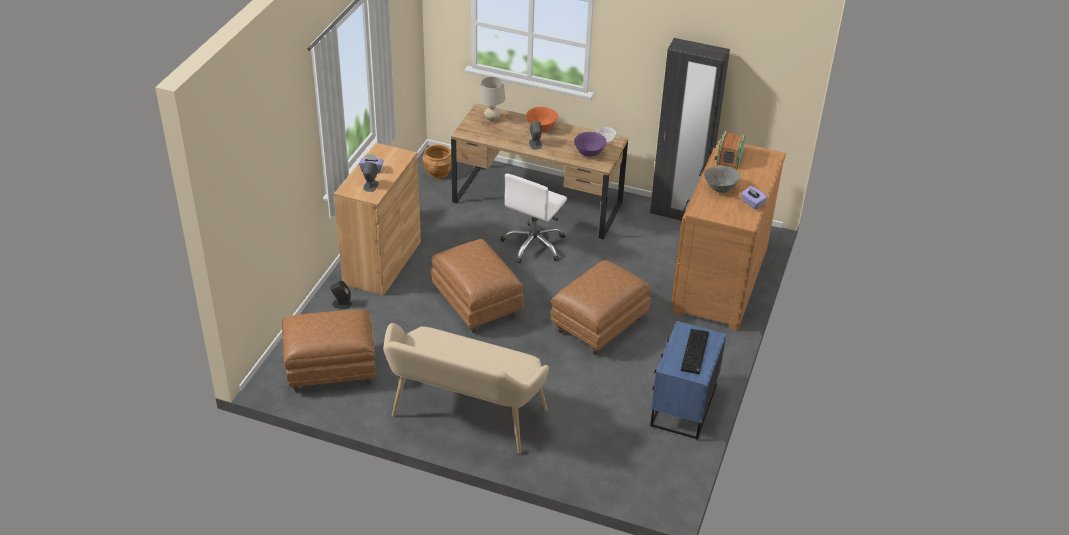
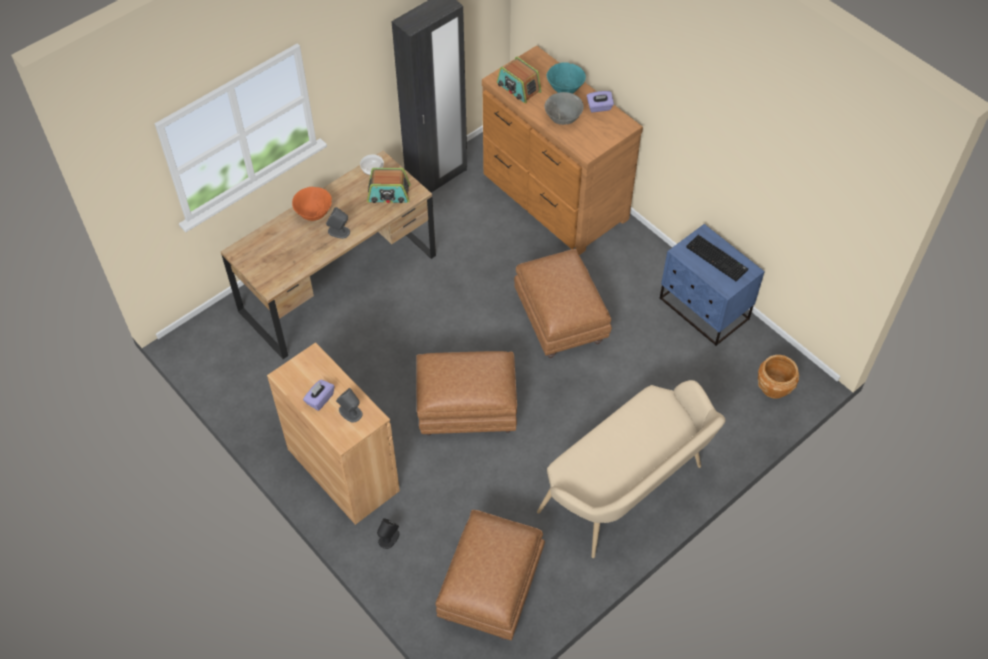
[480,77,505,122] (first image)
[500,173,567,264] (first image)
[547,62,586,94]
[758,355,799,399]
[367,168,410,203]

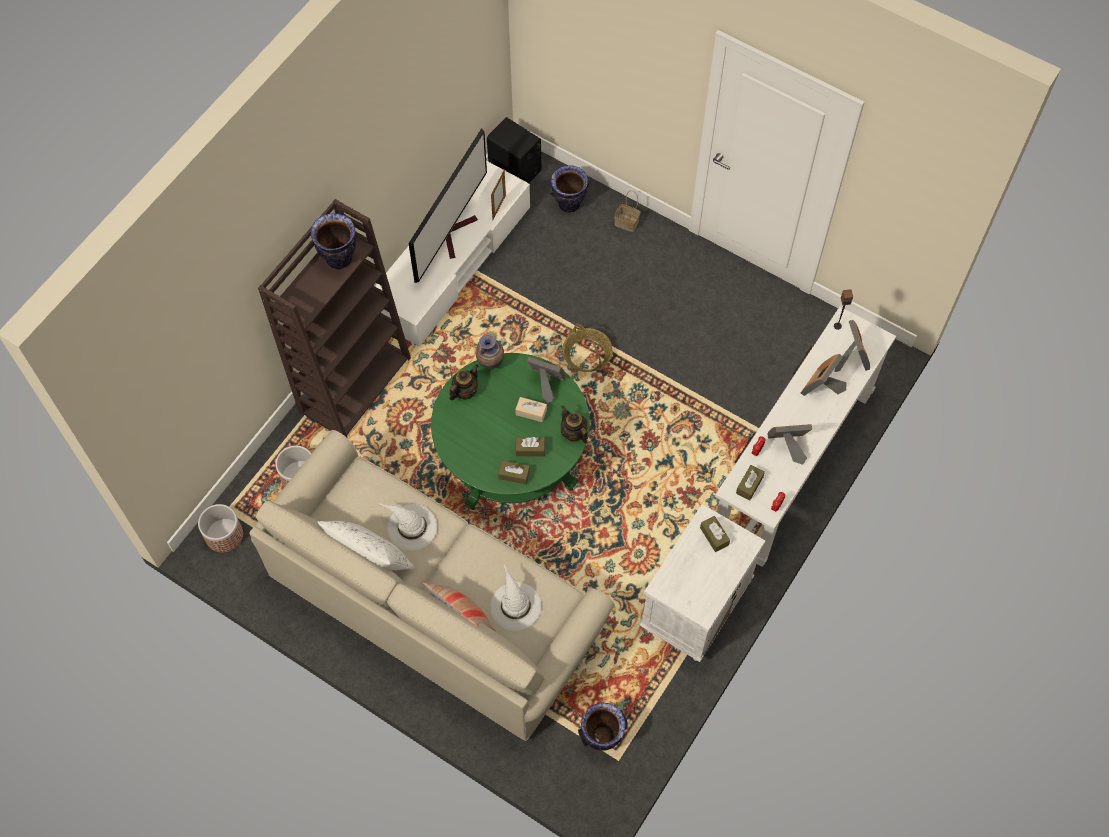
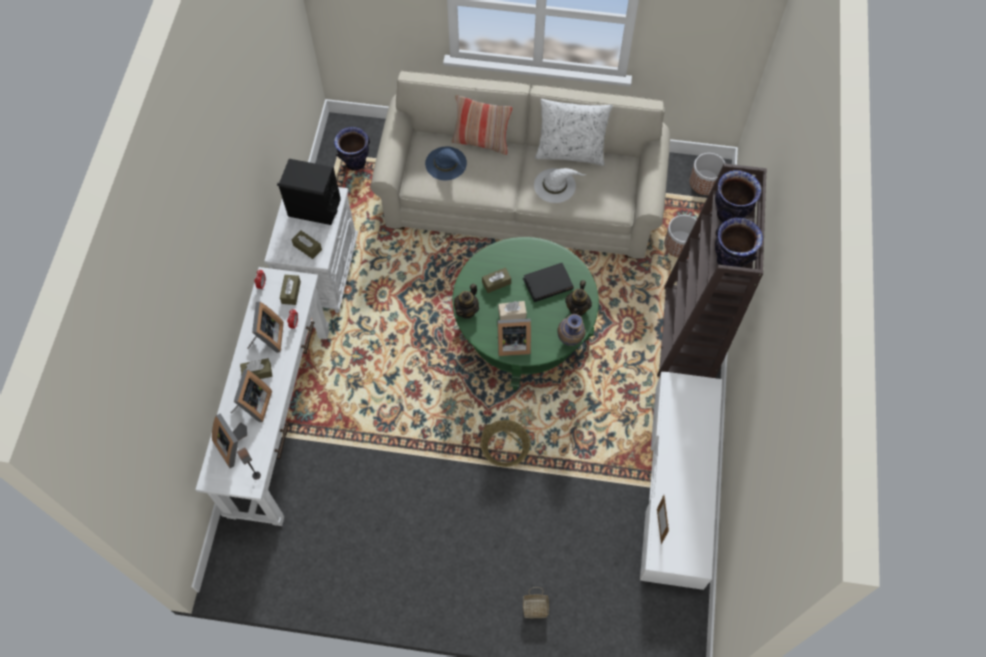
[408,128,487,283] (first image)
[523,263,574,302]
[277,159,341,225]
[240,358,272,379]
[715,170,761,223]
[425,146,467,181]
[454,283,479,319]
[247,302,284,353]

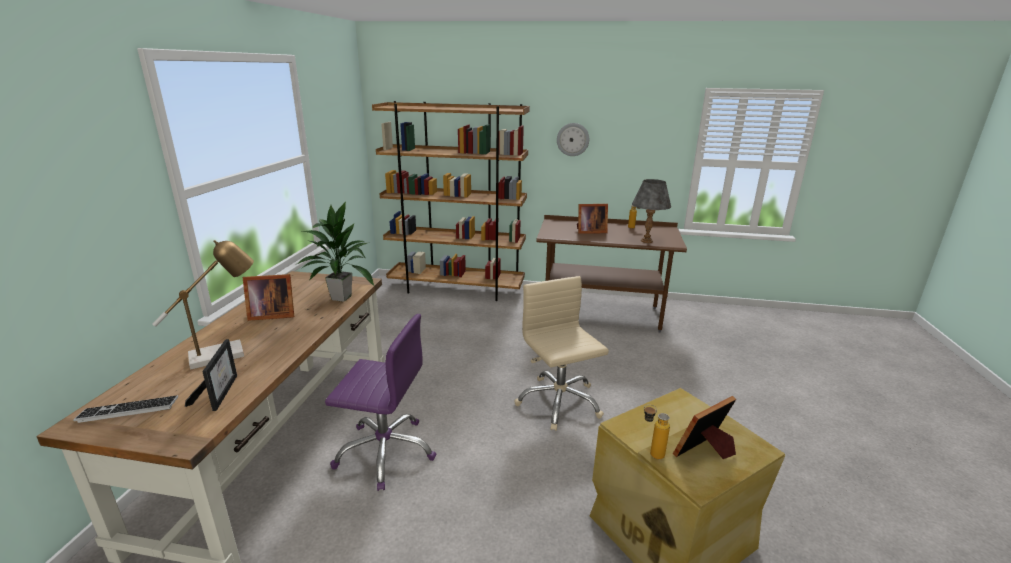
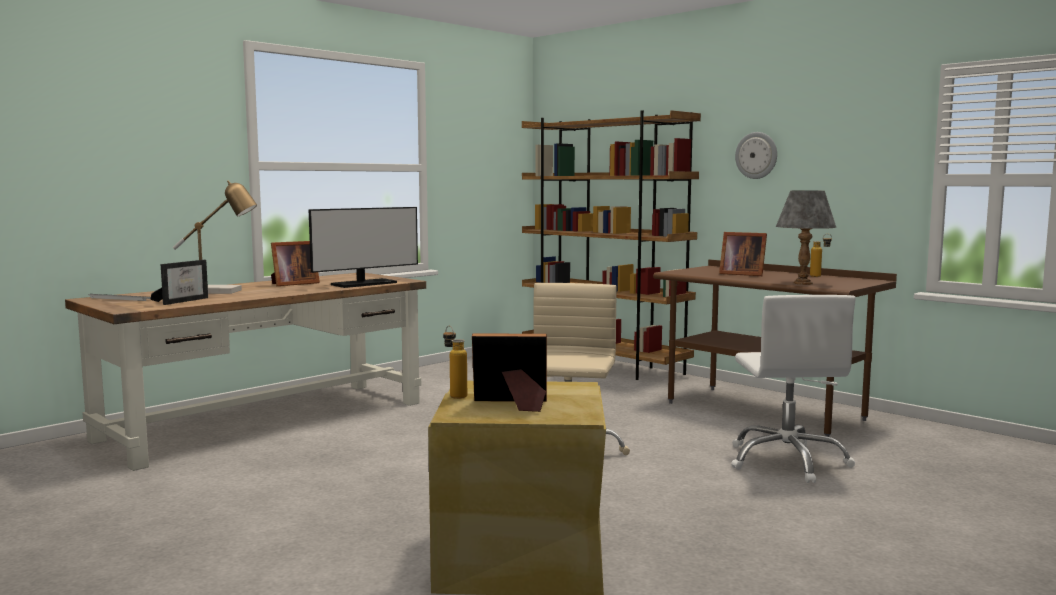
[325,314,436,491] (first image)
[731,295,856,483]
[308,207,418,288]
[271,241,320,286]

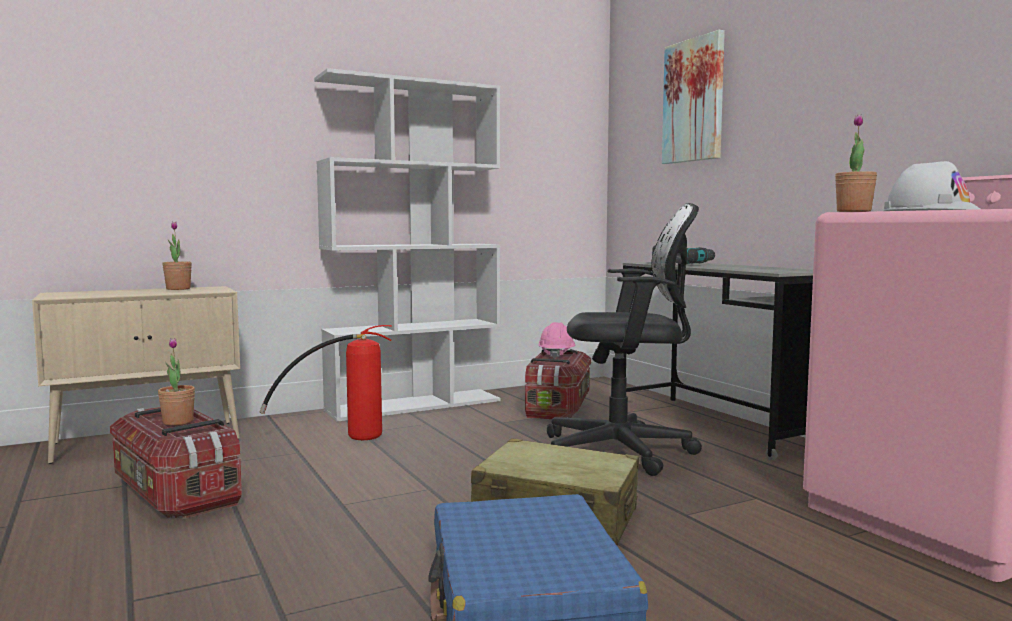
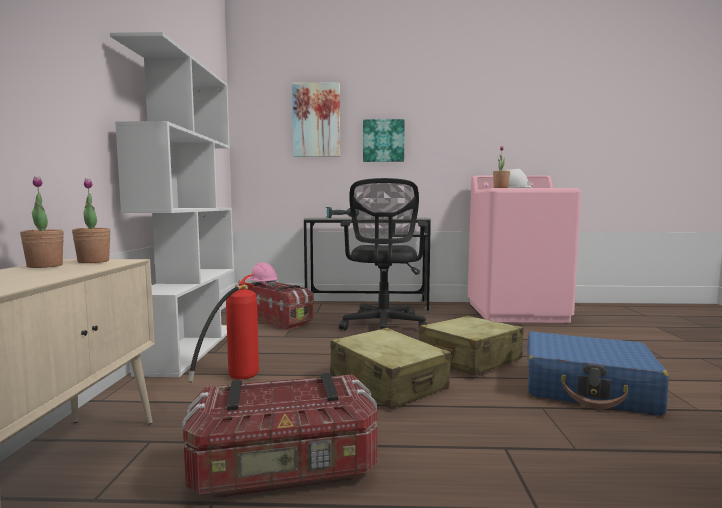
[330,328,451,409]
[363,119,405,162]
[72,178,110,263]
[339,178,428,330]

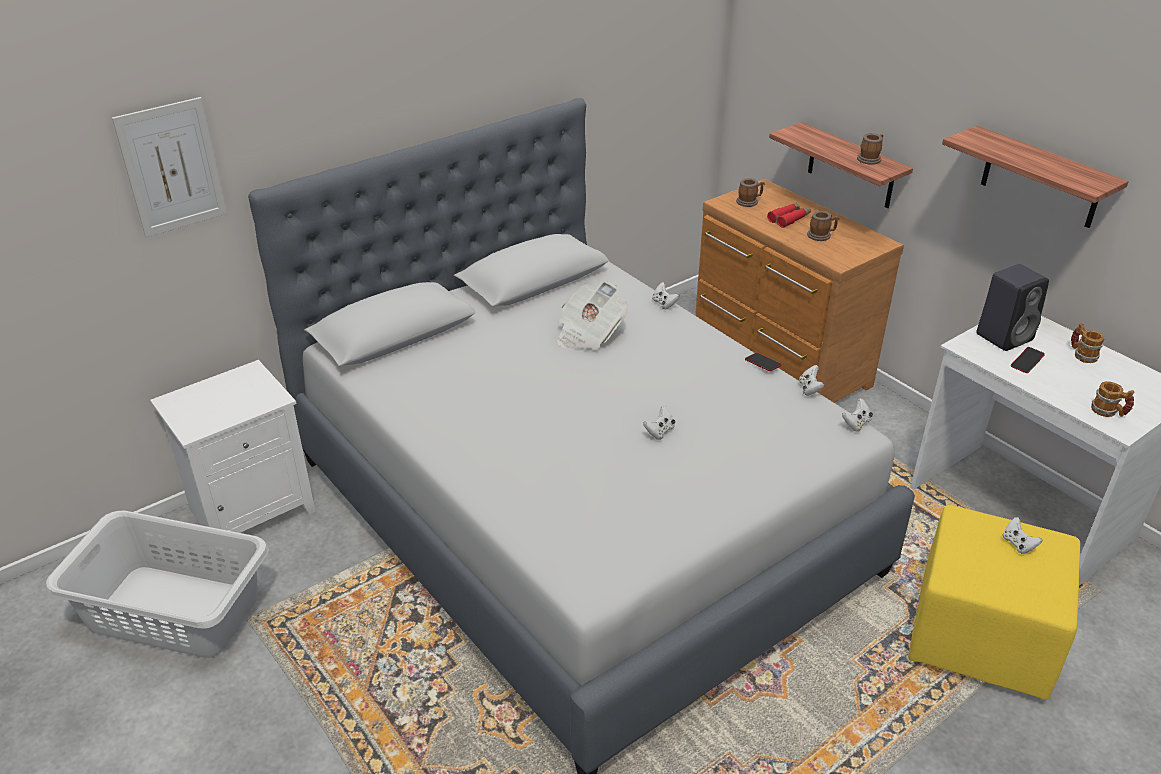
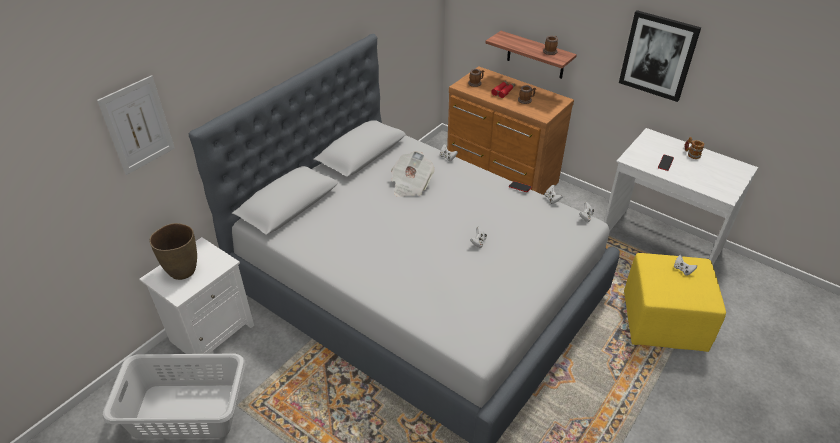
[976,264,1049,351] (first image)
[1091,381,1135,417] (first image)
[149,223,197,280]
[619,10,701,102]

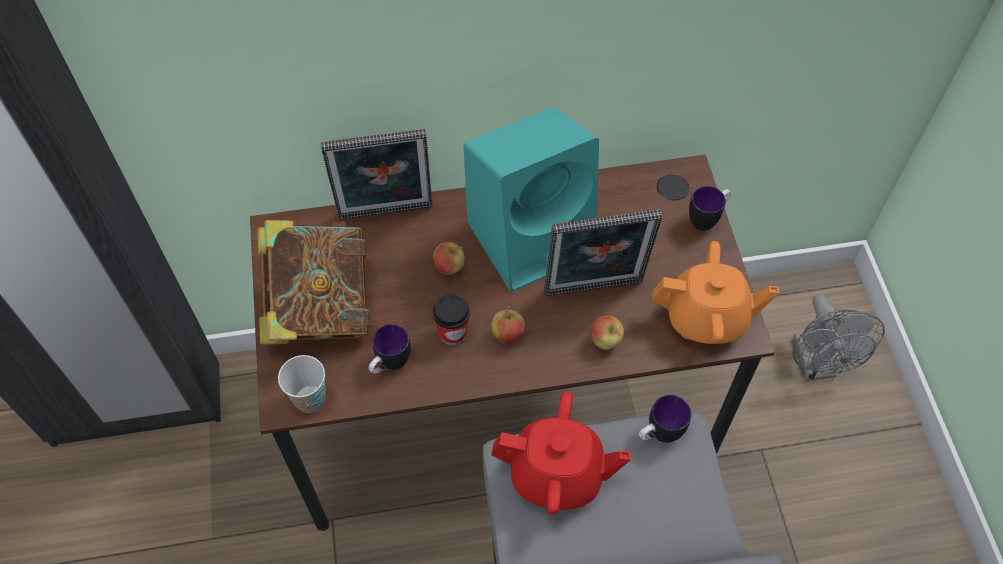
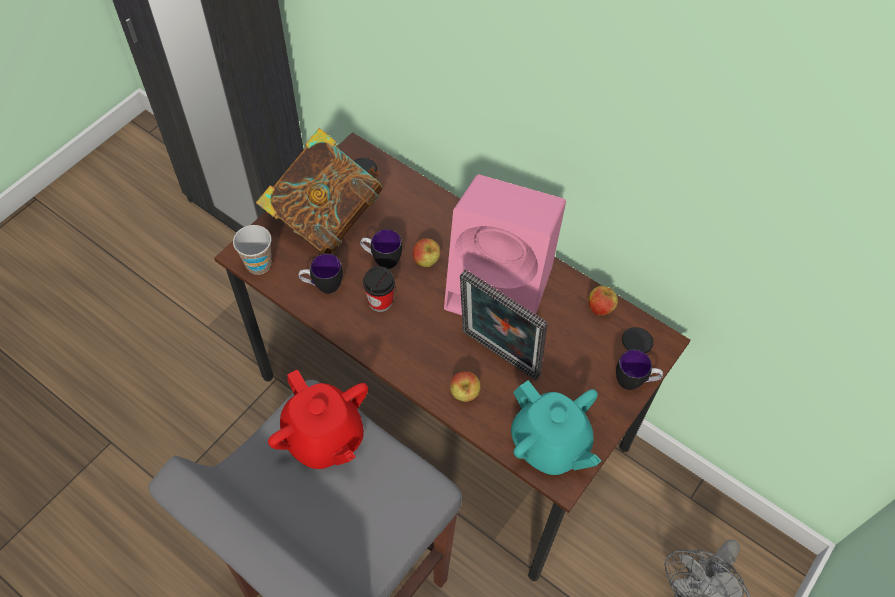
[321,129,433,220] (first image)
[588,286,618,315]
[360,229,402,269]
[444,174,566,315]
[511,380,601,475]

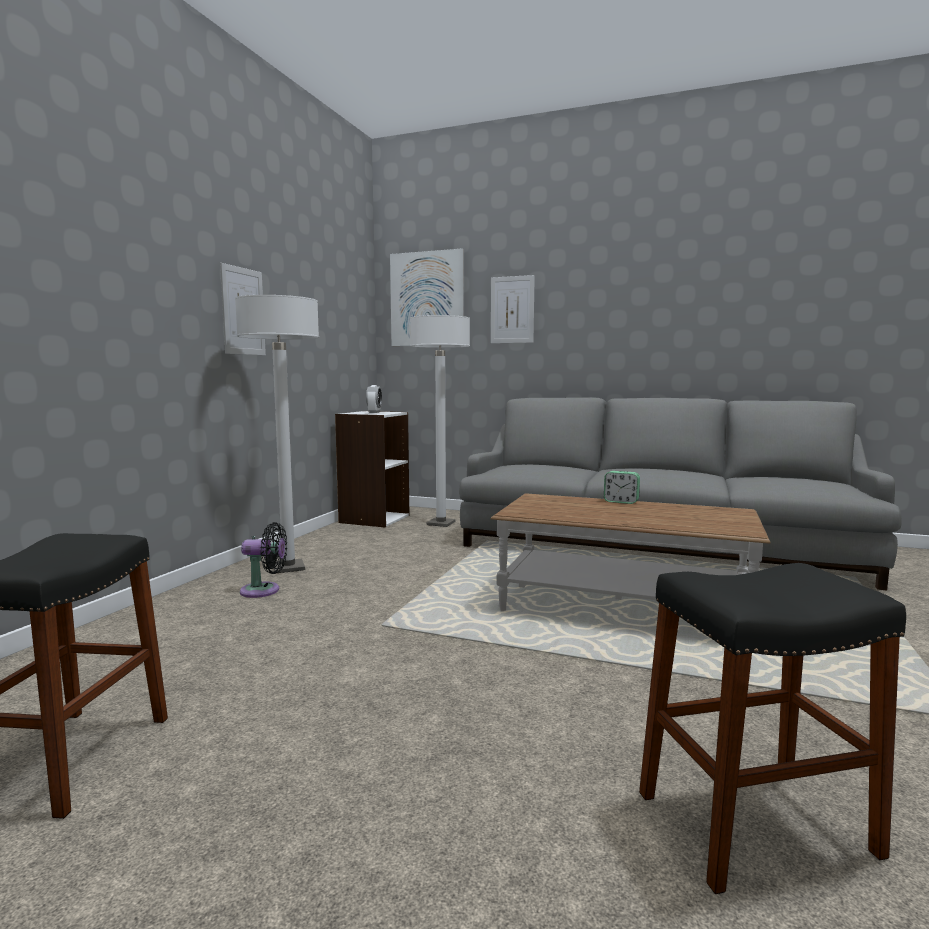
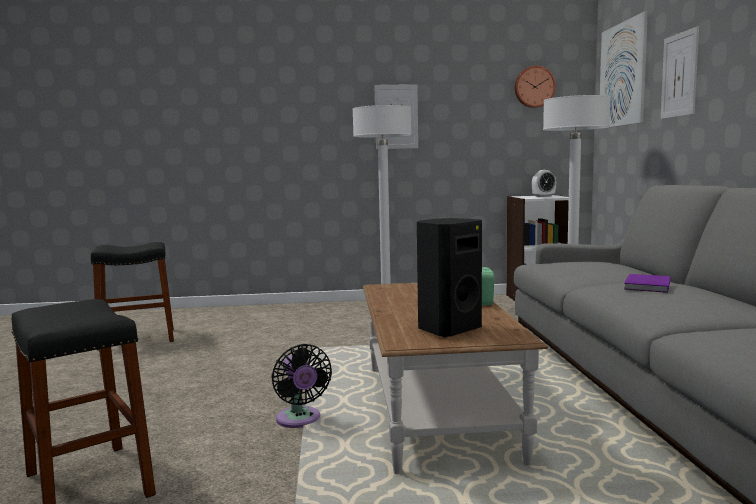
[417,218,482,337]
[515,66,556,108]
[624,274,670,293]
[271,344,332,428]

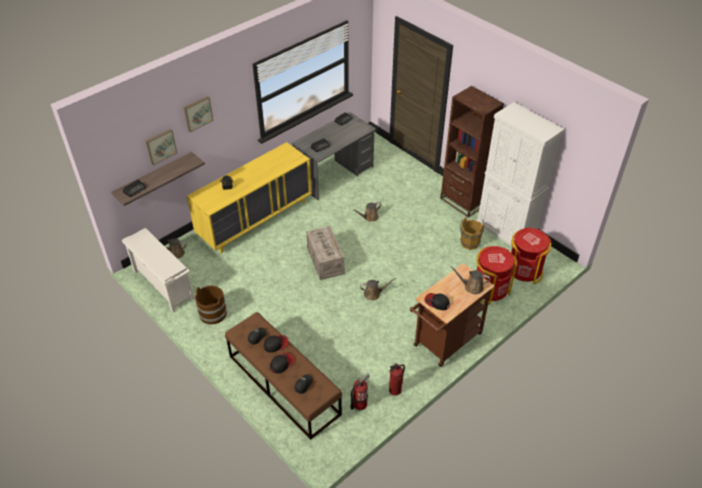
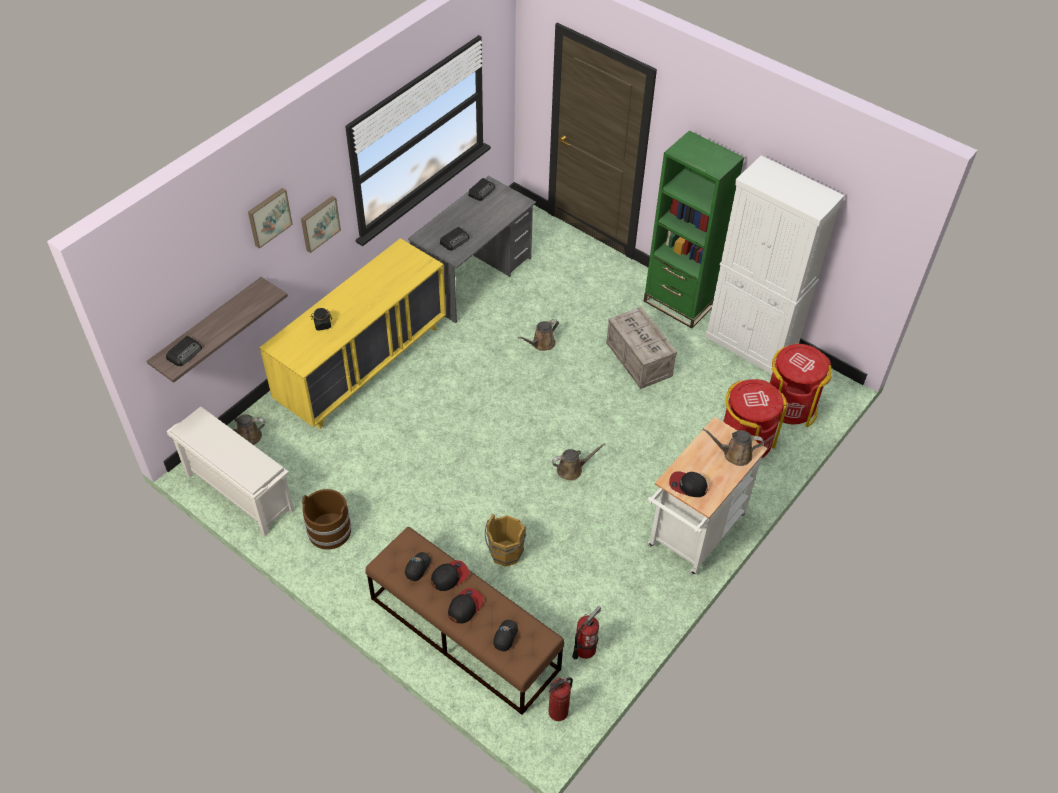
[301,196,341,253]
[606,307,677,389]
[549,677,573,721]
[485,514,526,567]
[647,417,768,575]
[644,131,744,328]

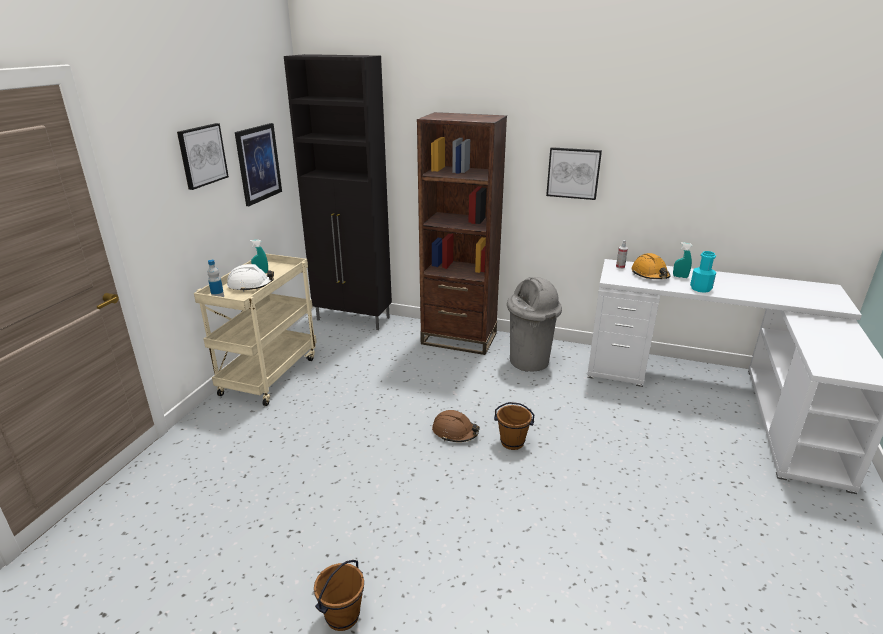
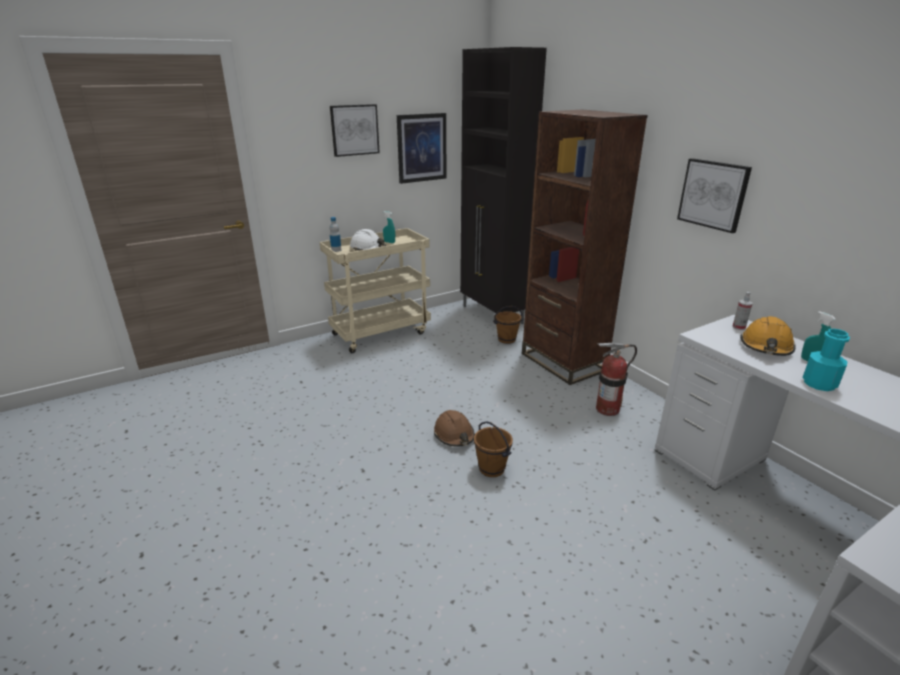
[493,306,523,344]
[596,343,637,416]

